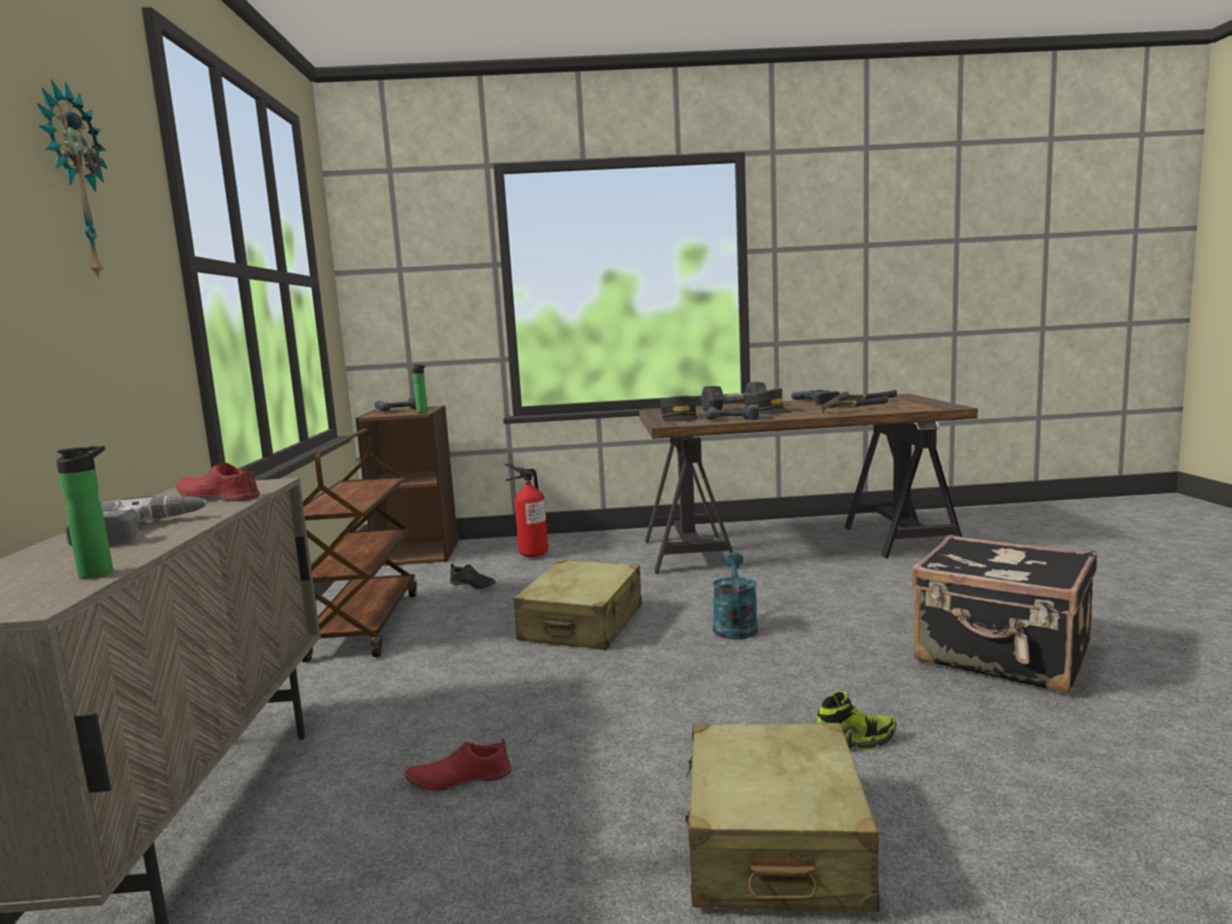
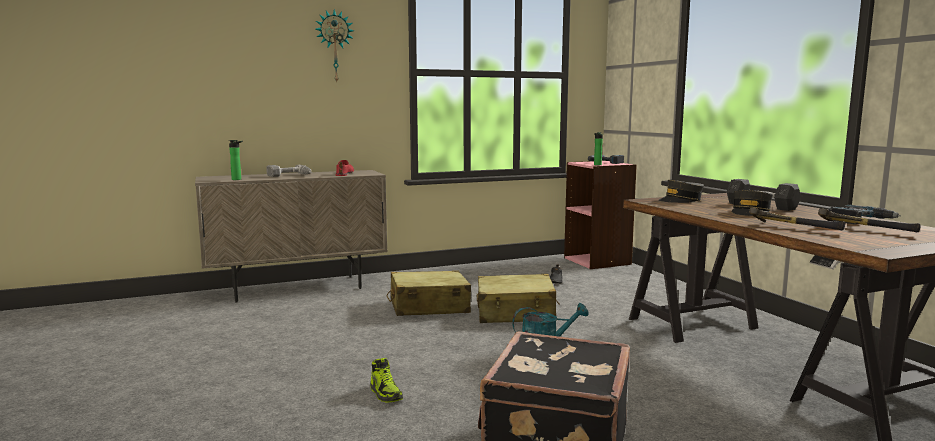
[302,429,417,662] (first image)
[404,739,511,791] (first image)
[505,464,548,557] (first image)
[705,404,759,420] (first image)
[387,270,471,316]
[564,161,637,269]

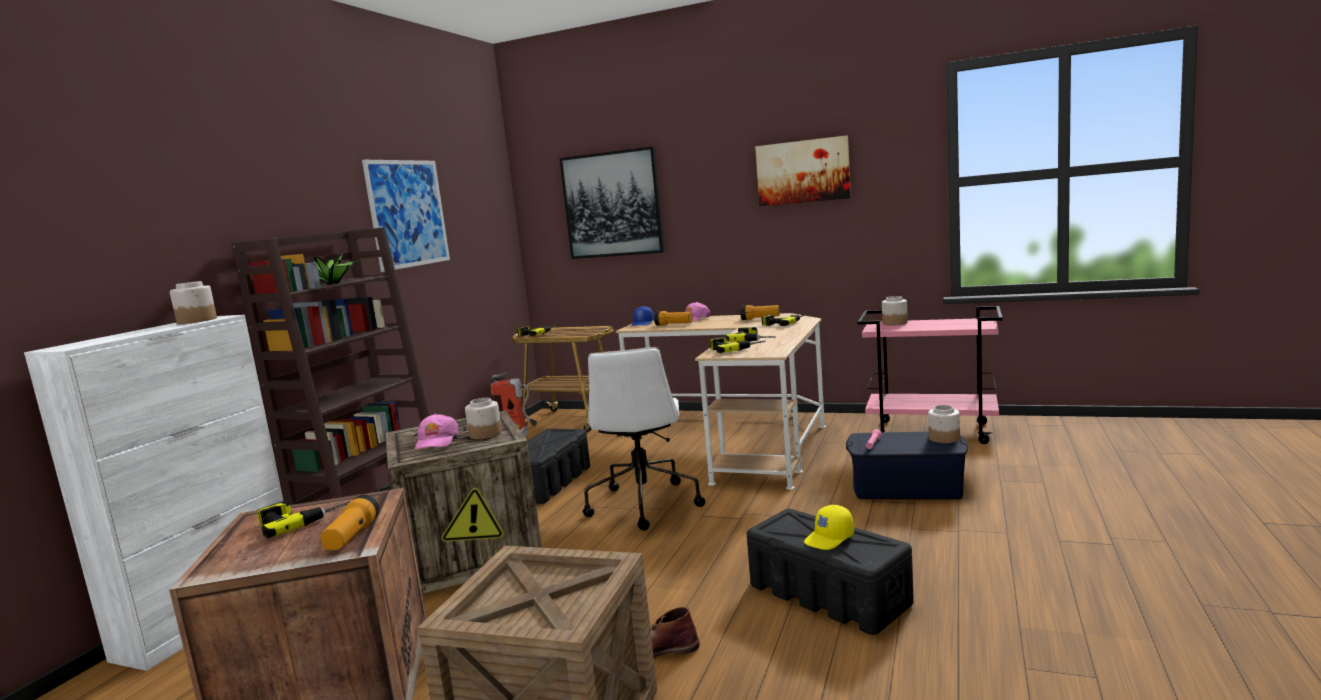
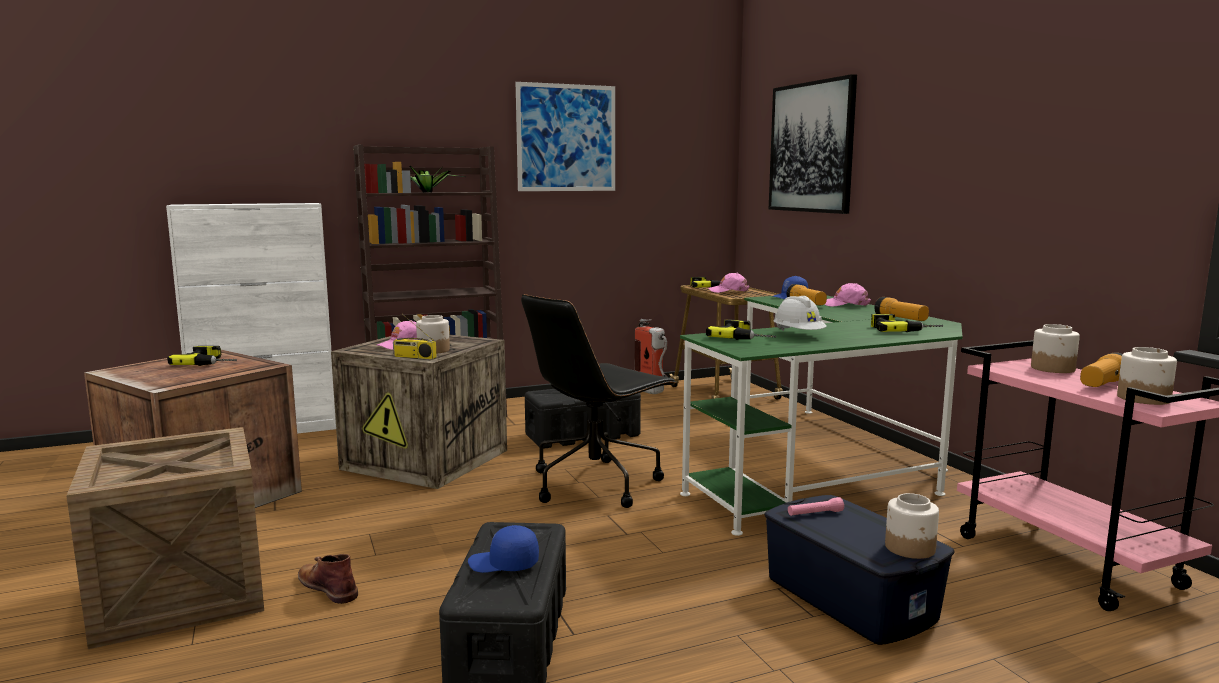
[755,135,851,206] (first image)
[393,314,437,359]
[708,273,749,293]
[1117,347,1177,405]
[1080,352,1123,387]
[774,296,827,331]
[521,294,677,508]
[680,296,963,536]
[468,525,539,573]

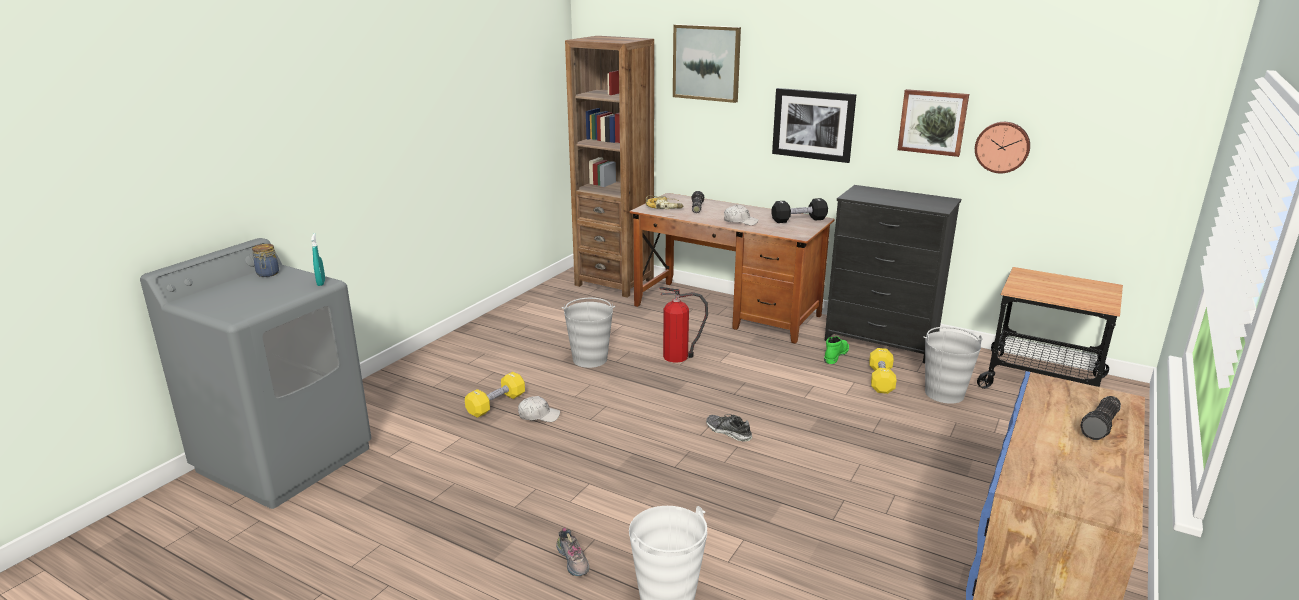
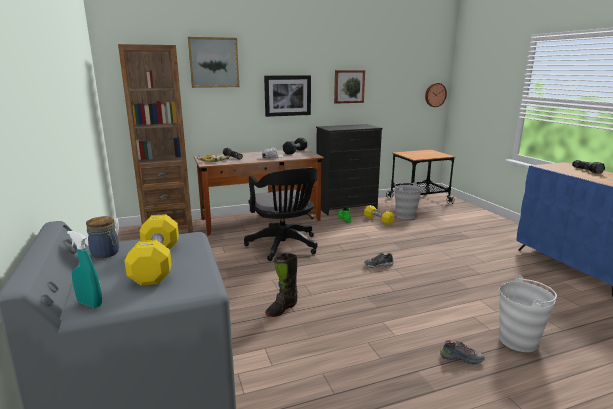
[562,298,615,368] (first image)
[67,231,102,308]
[124,214,179,286]
[425,83,447,107]
[265,253,298,317]
[244,168,318,261]

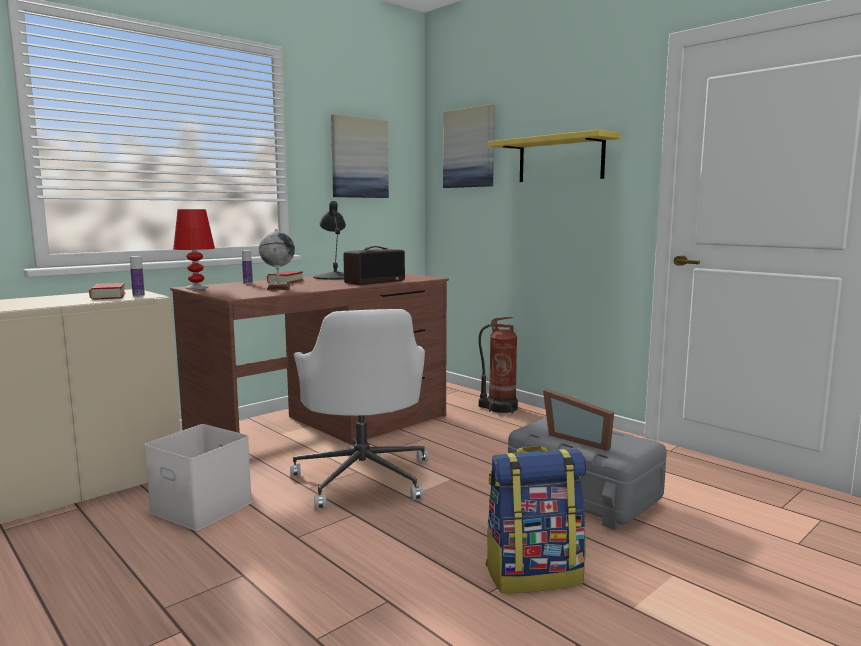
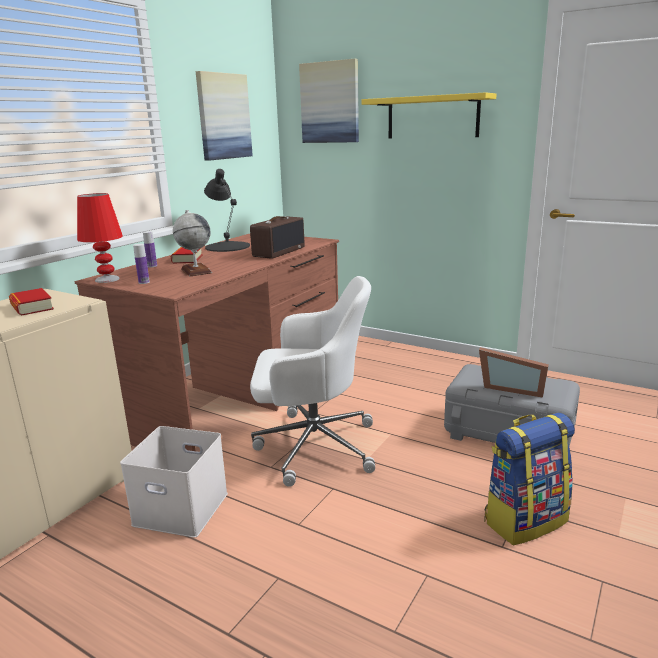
[478,317,518,414] (first image)
[133,244,150,284]
[250,276,375,487]

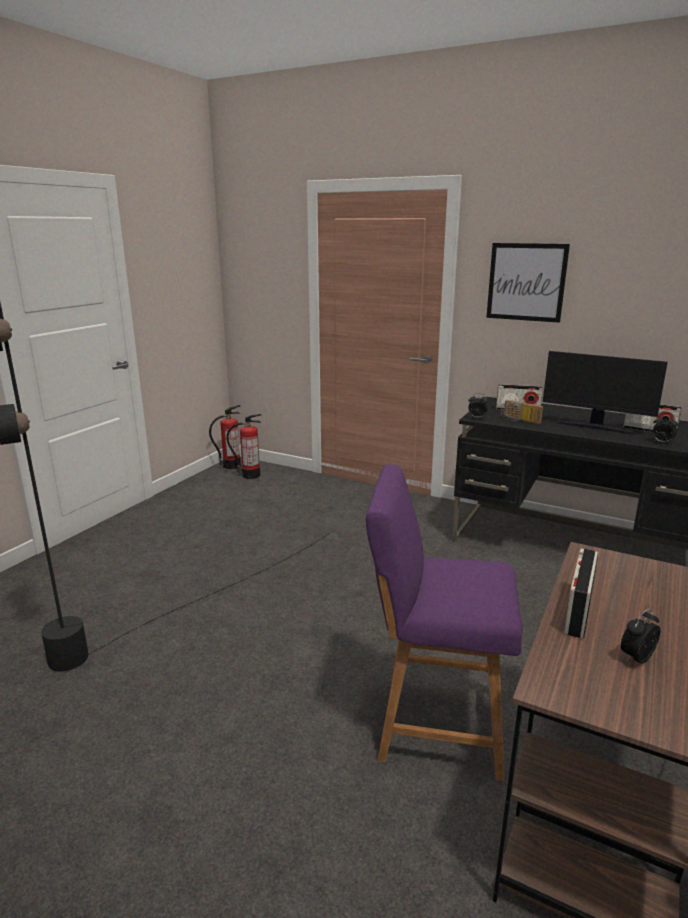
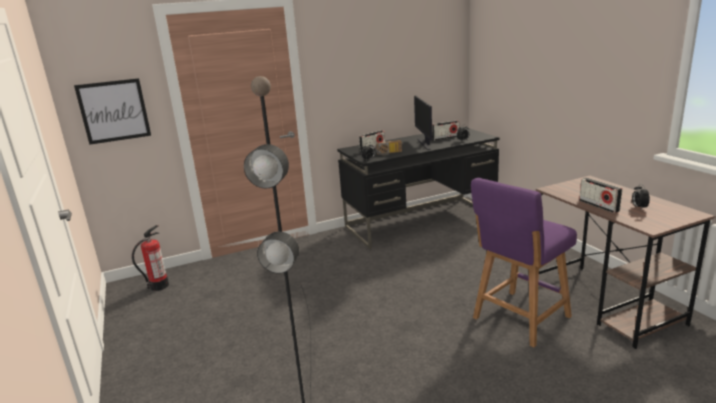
[209,405,241,469] (first image)
[74,78,151,145]
[414,95,432,150]

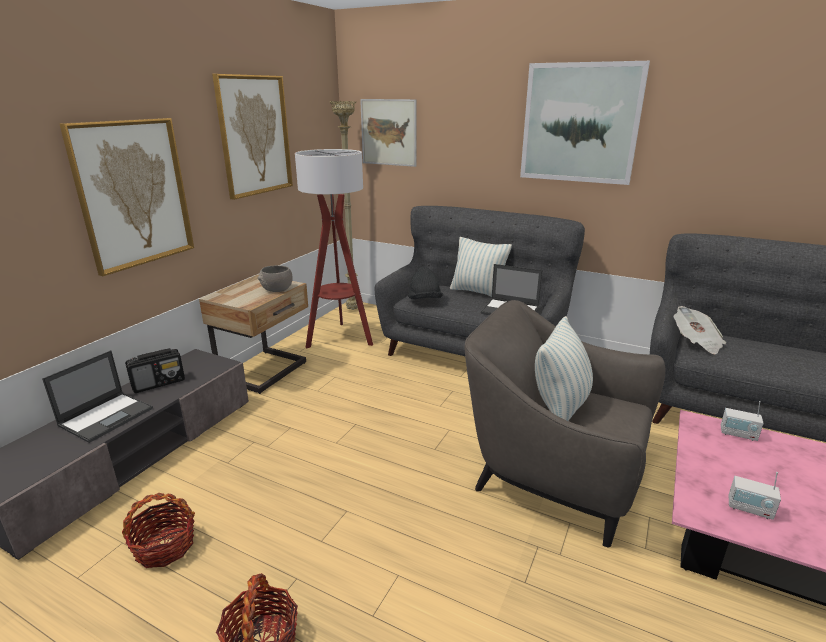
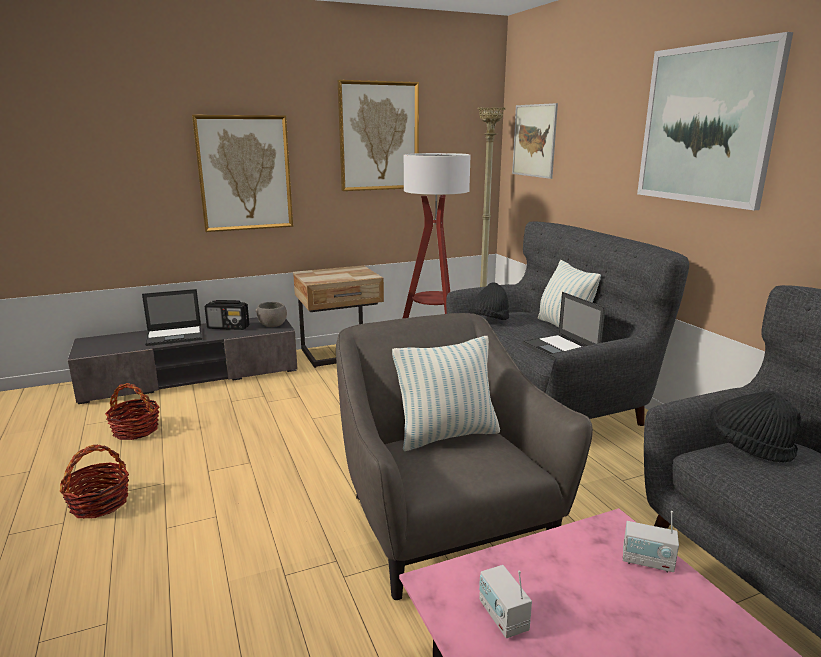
[256,302,287,327]
[710,391,801,463]
[623,511,679,573]

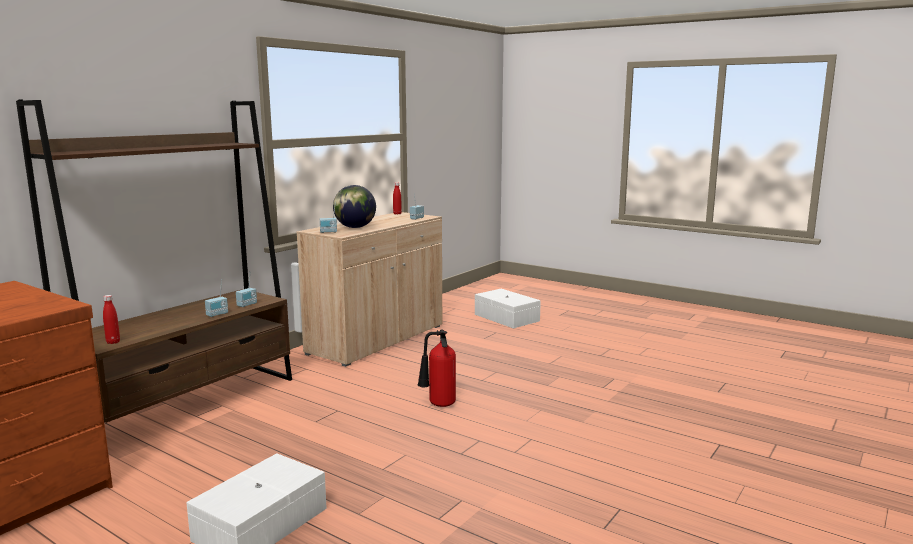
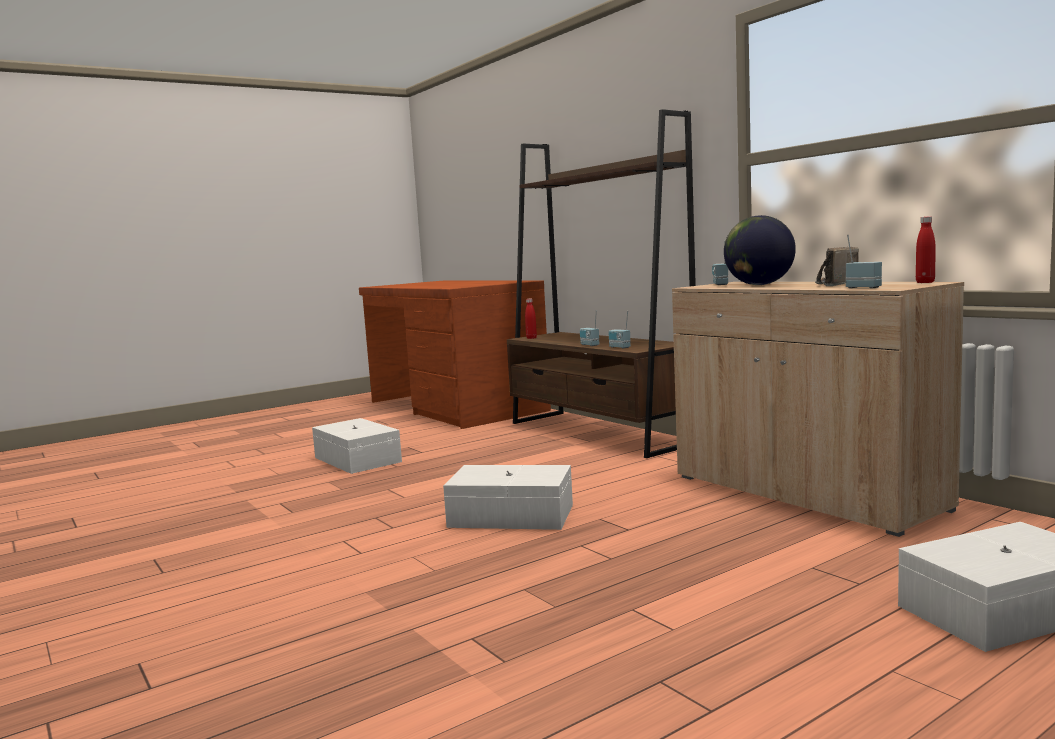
[815,247,859,286]
[443,465,573,530]

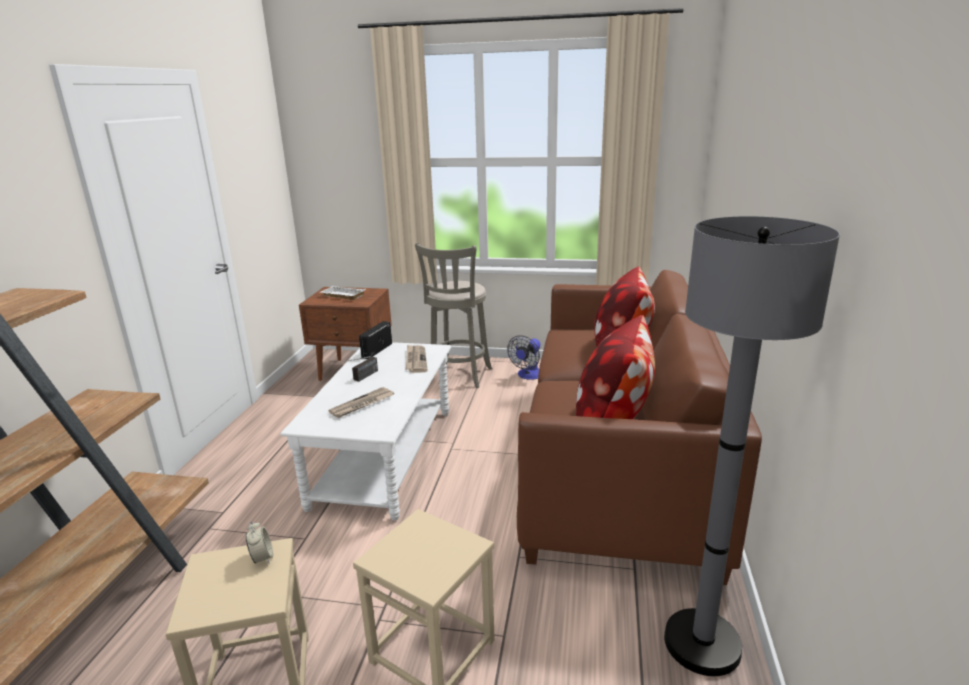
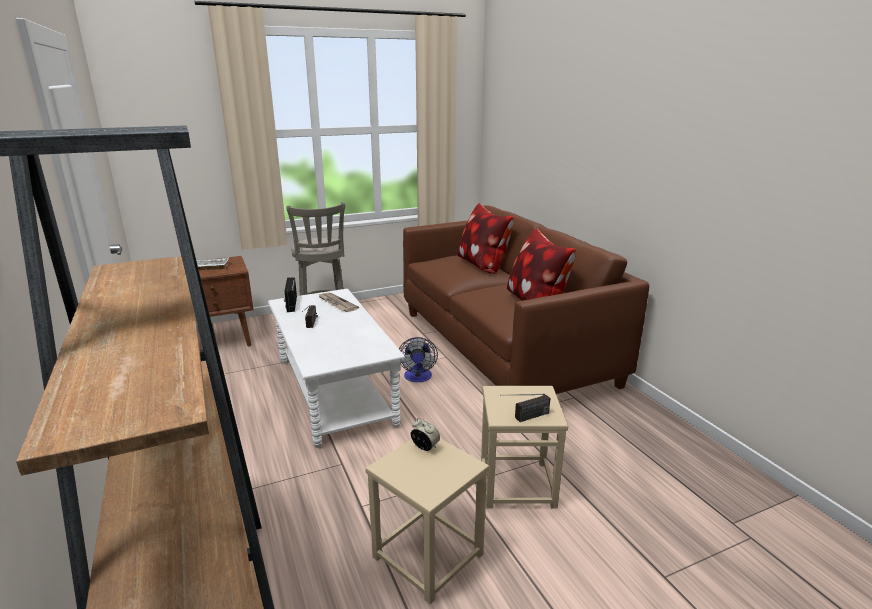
[328,387,394,418] (first image)
[664,216,840,676] (first image)
[511,394,550,422]
[399,337,438,382]

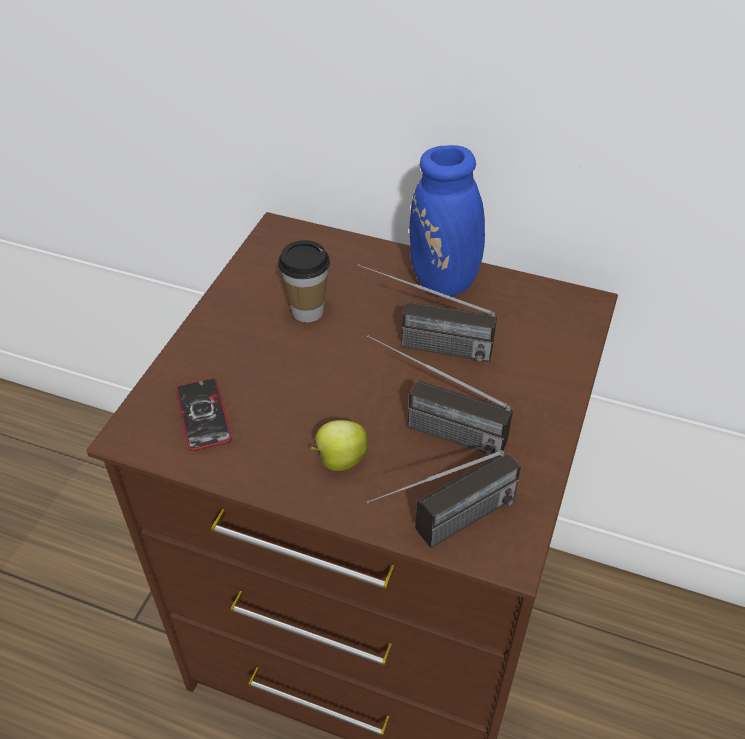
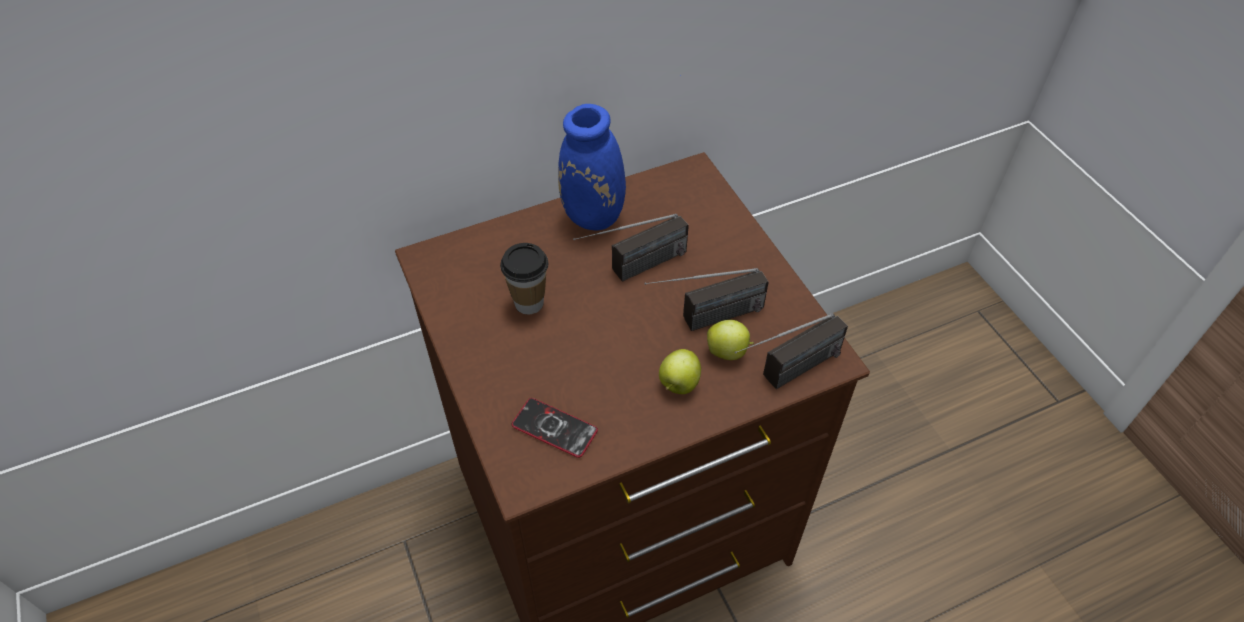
[707,320,754,360]
[735,313,848,389]

